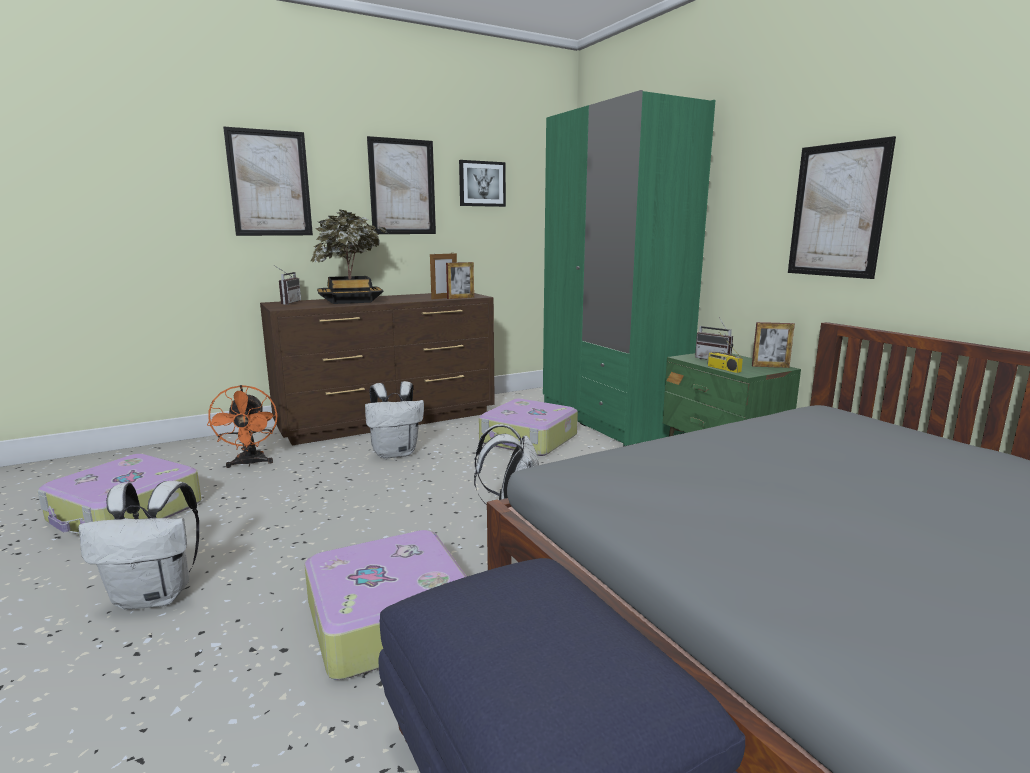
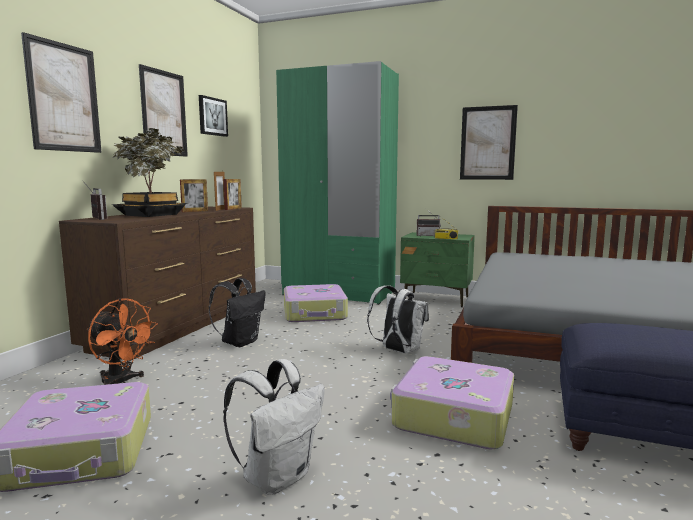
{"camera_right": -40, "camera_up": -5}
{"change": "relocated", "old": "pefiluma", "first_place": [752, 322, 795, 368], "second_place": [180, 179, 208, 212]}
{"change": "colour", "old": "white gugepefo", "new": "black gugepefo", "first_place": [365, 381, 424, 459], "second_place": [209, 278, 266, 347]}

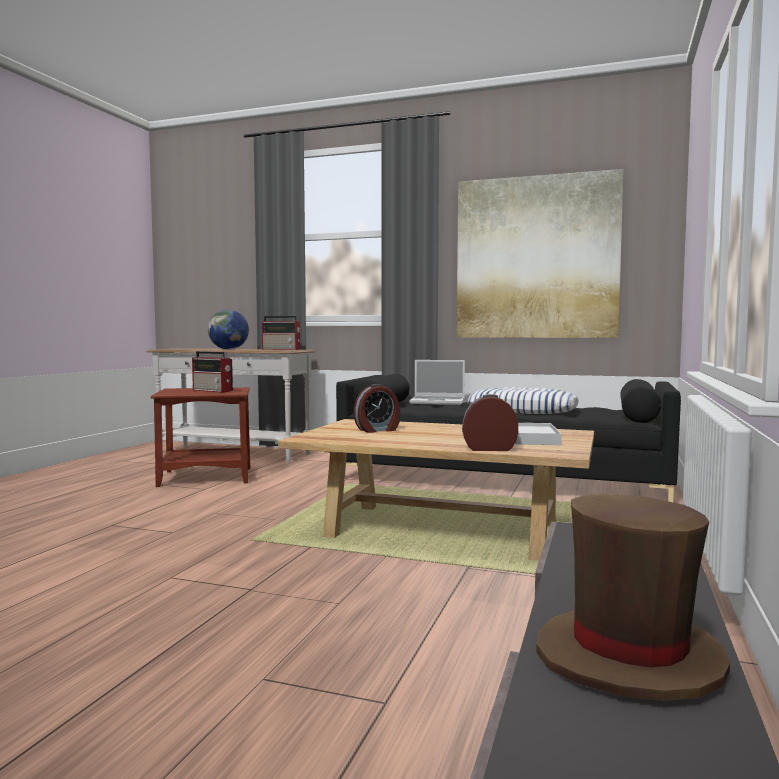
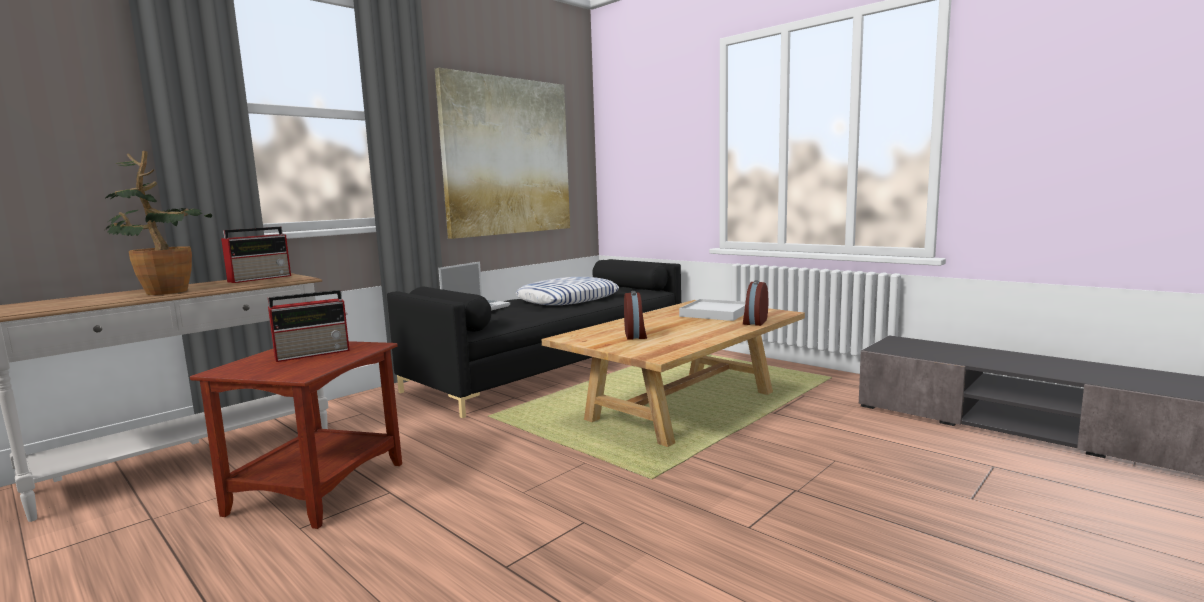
{"camera_right": -65, "camera_up": 5}
{"change": "exchanged", "old": "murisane", "new": "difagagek", "first_place": [208, 310, 249, 349], "second_place": [105, 151, 212, 295]}
{"change": "missing", "old": "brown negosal", "first_place": [536, 494, 730, 701]}

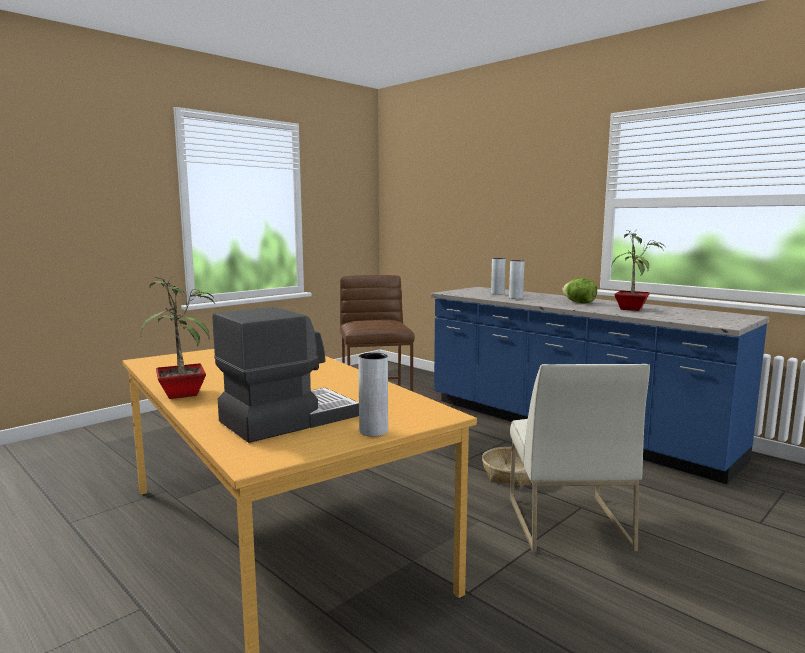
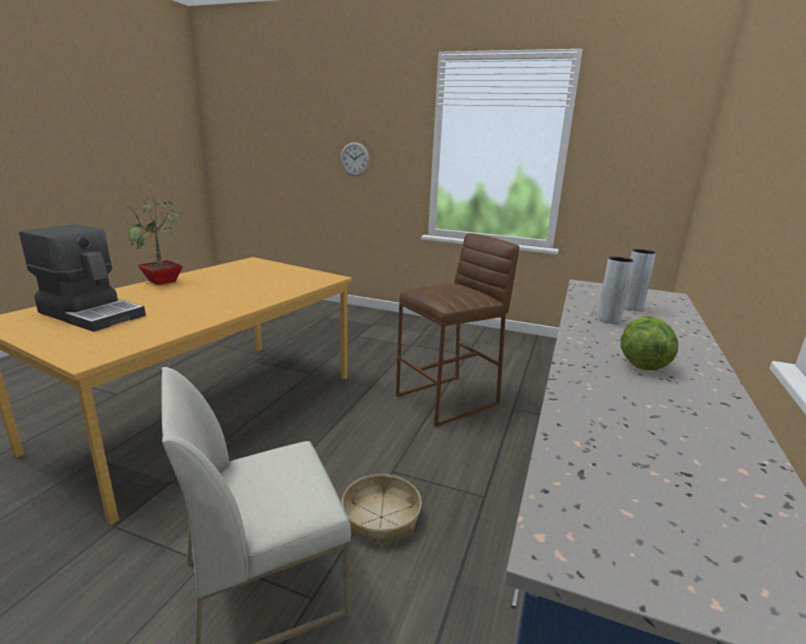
{"camera_right": 65, "camera_up": 10}
{"change": "missing", "old": "difagagek", "first_place": [611, 230, 666, 311]}
{"change": "missing", "old": "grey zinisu", "first_place": [358, 353, 388, 436]}
{"change": "appeared", "new": "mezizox", "second_place": [340, 142, 370, 176]}

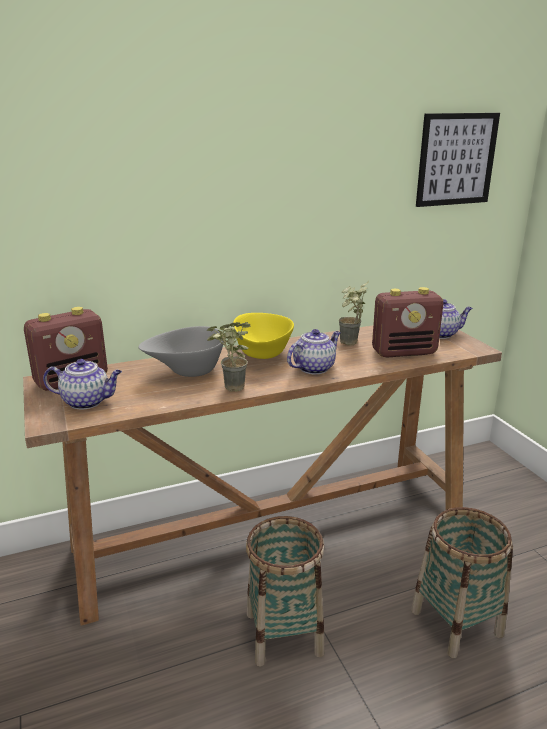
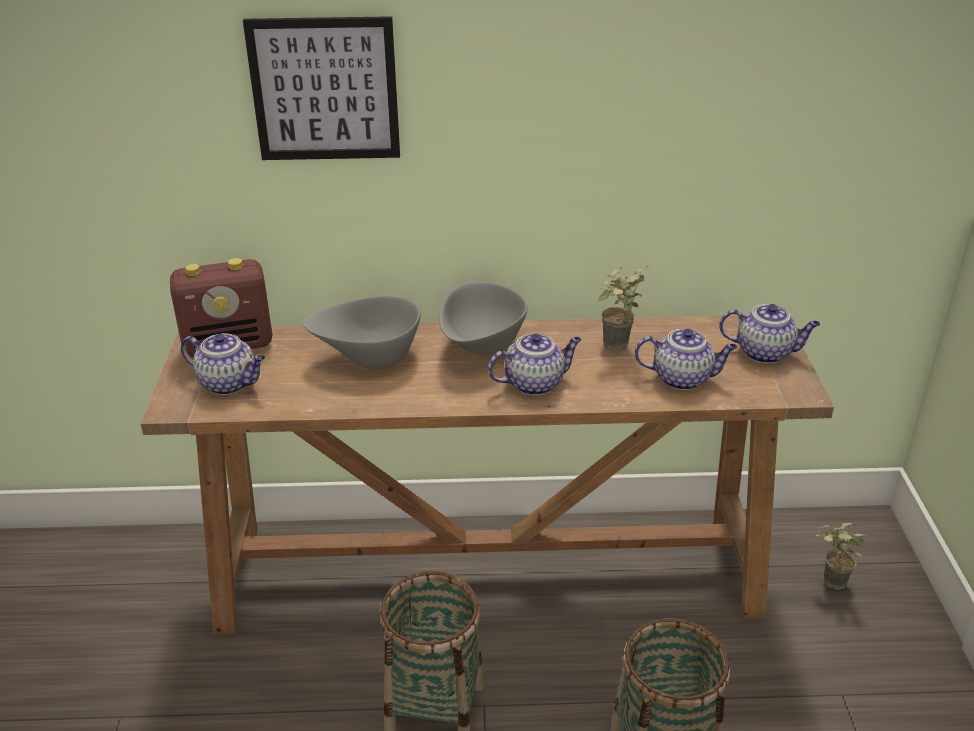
{"camera_right": 20, "camera_up": 10}
{"change": "relocated", "old": "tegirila", "first_place": [416, 113, 500, 207], "second_place": [243, 16, 400, 160]}
{"change": "exchanged", "old": "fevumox", "new": "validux", "first_place": [372, 287, 443, 357], "second_place": [635, 329, 737, 390]}
{"change": "colour", "old": "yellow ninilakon", "new": "grey ninilakon", "first_place": [233, 313, 294, 359], "second_place": [439, 281, 527, 355]}
{"change": "relocated", "old": "difagagek", "first_place": [207, 322, 250, 391], "second_place": [816, 523, 870, 590]}

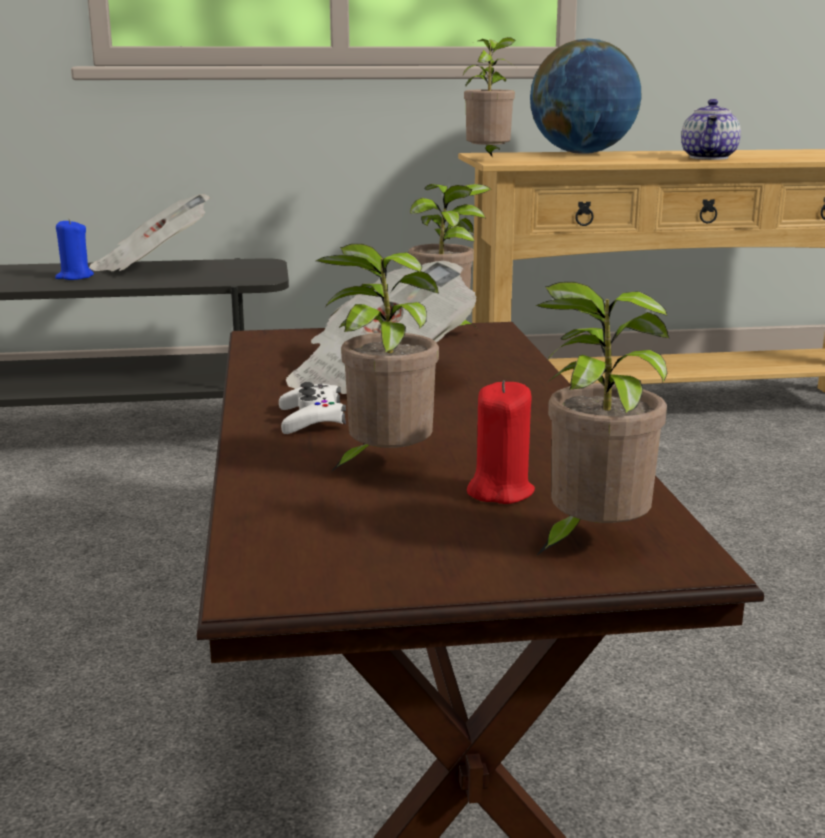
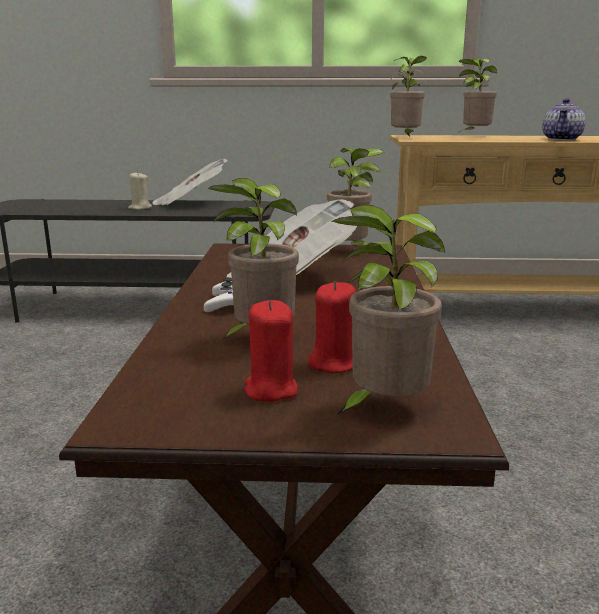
{"camera_right": 10, "camera_up": 0}
{"change": "exchanged", "old": "murisane", "new": "difagagek", "first_place": [530, 38, 641, 154], "second_place": [458, 58, 497, 133]}
{"change": "colour", "old": "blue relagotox", "new": "beige relagotox", "first_place": [55, 219, 94, 280], "second_place": [128, 171, 152, 210]}
{"change": "appeared", "new": "red relagotox", "second_place": [245, 300, 297, 402]}

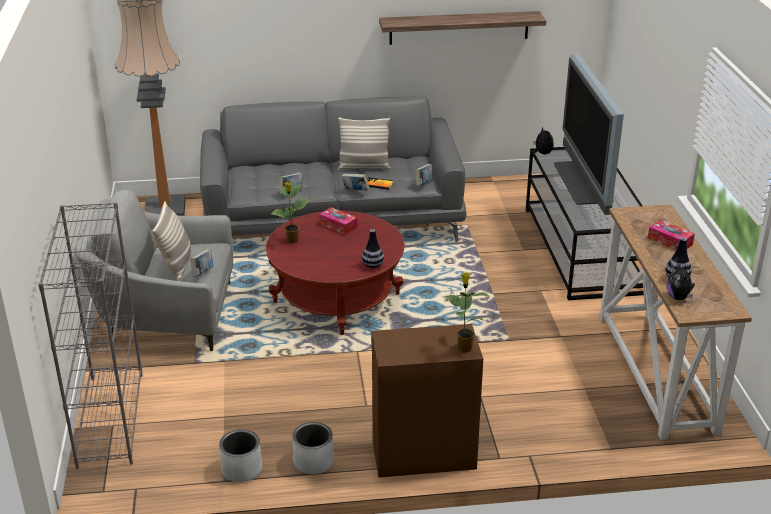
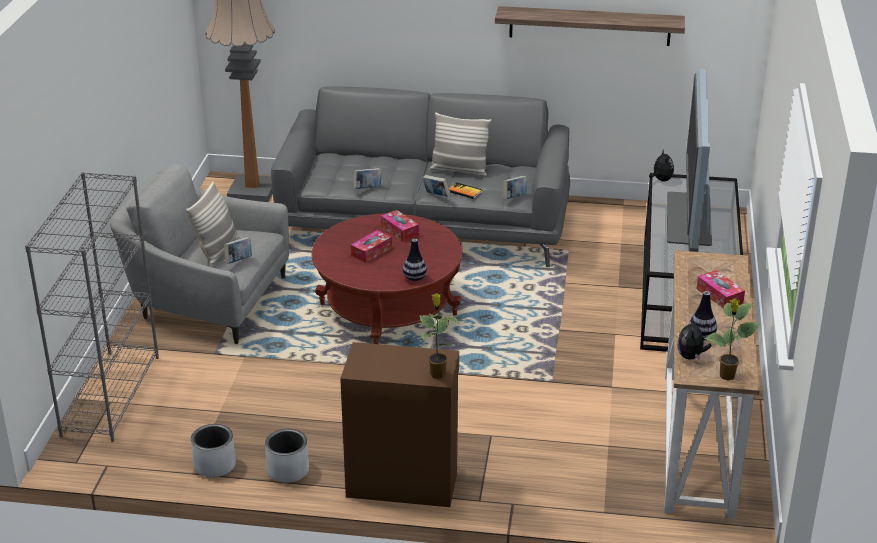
{"camera_right": 15, "camera_up": 0}
{"change": "relocated", "old": "difagagek", "first_place": [271, 182, 309, 243], "second_place": [704, 299, 760, 381]}
{"change": "appeared", "new": "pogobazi", "second_place": [351, 230, 392, 263]}

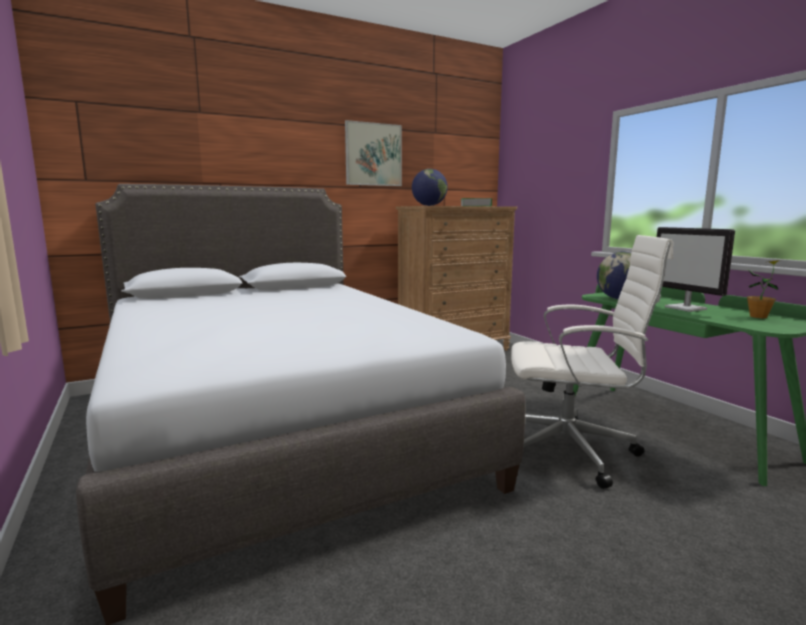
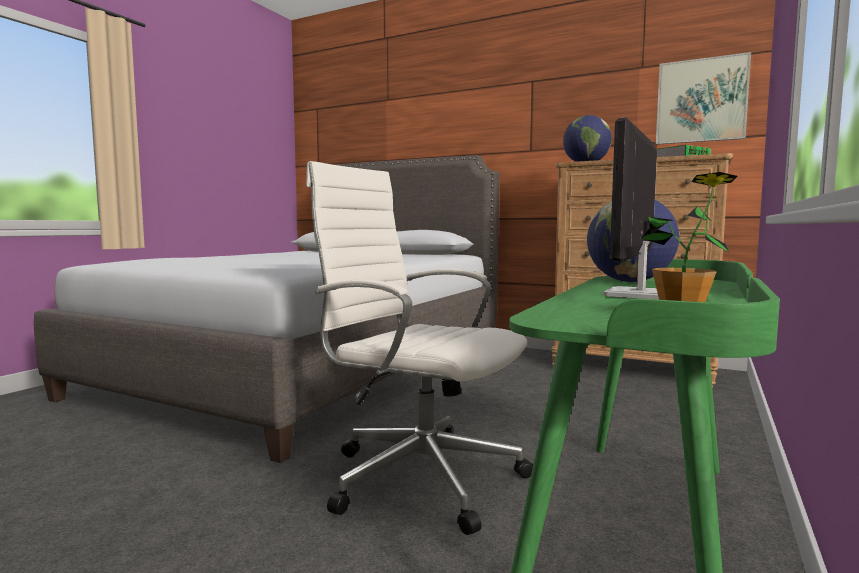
{"camera_right": 55, "camera_up": -5}
{"change": "relocated", "old": "tegirila", "first_place": [345, 120, 402, 186], "second_place": [656, 52, 751, 145]}
{"change": "spun", "old": "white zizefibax", "first_place": [511, 235, 673, 489], "second_place": [306, 161, 533, 535], "degrees": 150}

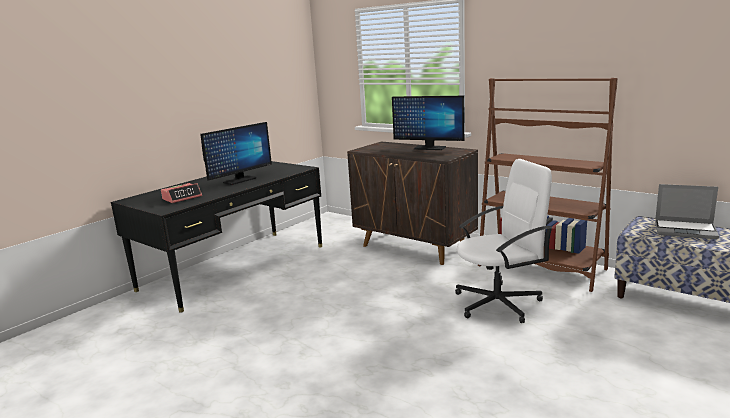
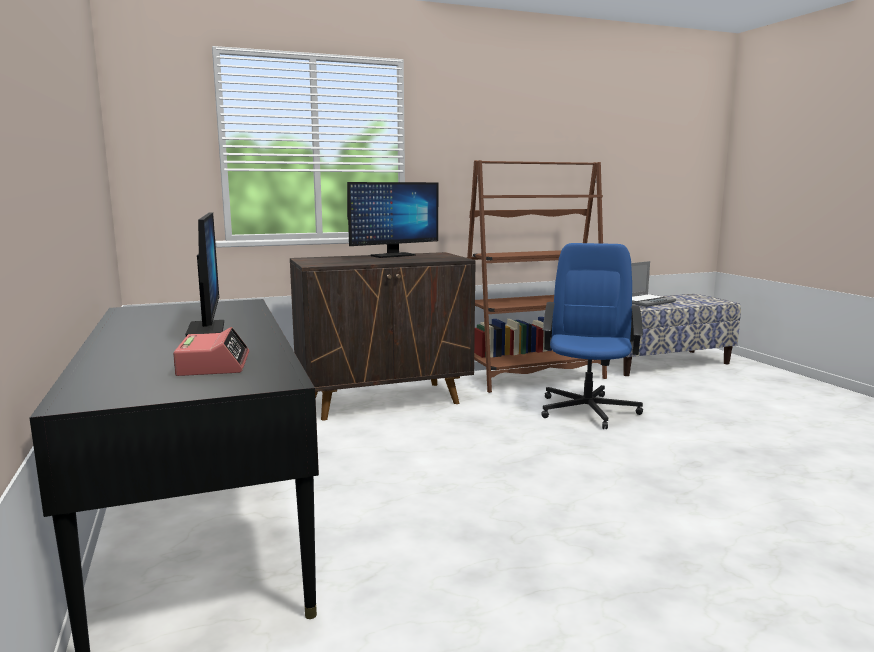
{"camera_right": -60, "camera_up": -5}
{"change": "colour", "old": "white zizefibax", "new": "blue zizefibax", "first_place": [455, 159, 553, 323], "second_place": [541, 243, 643, 429]}

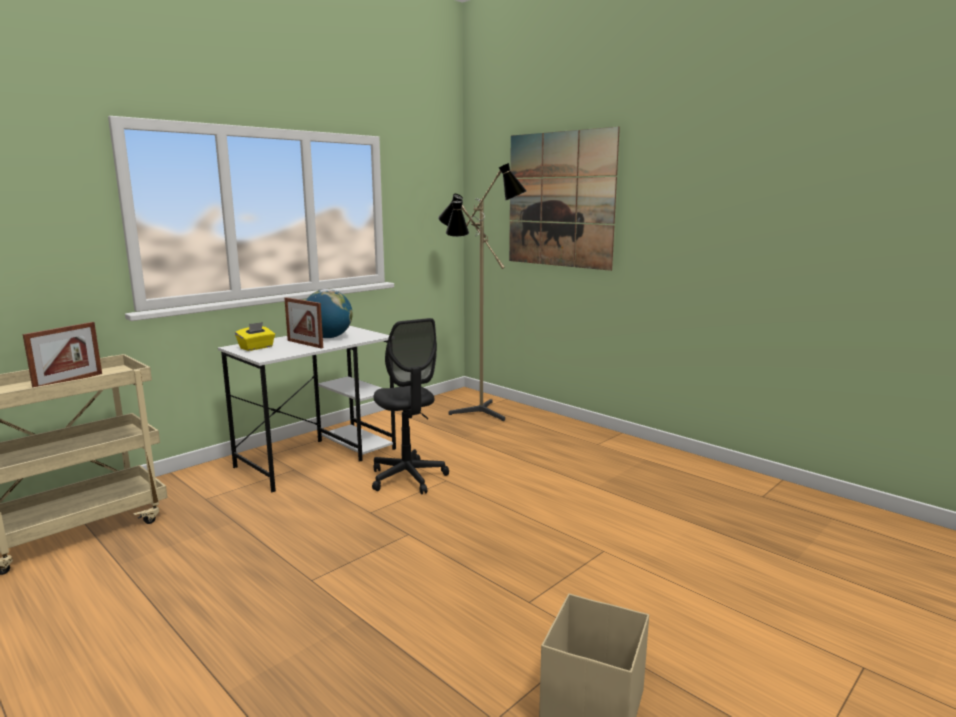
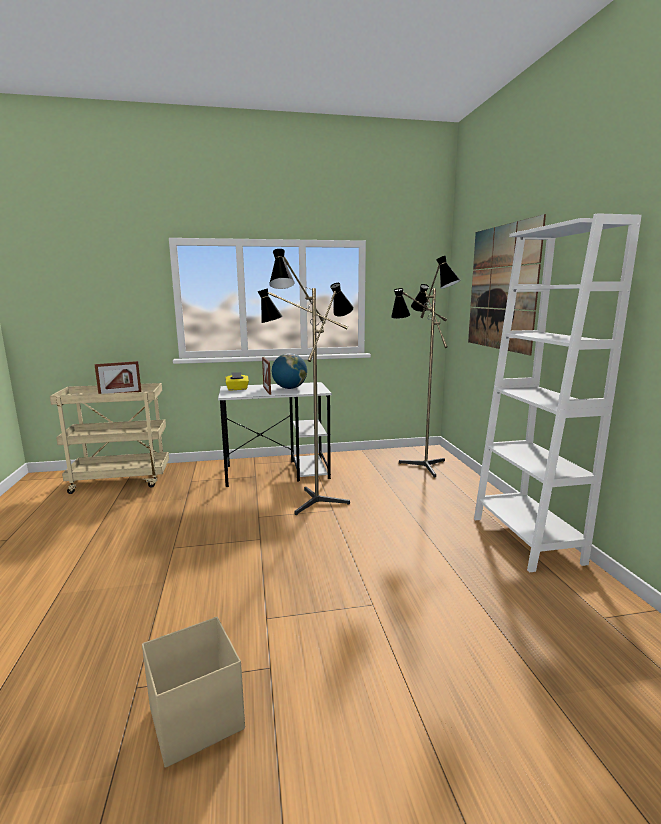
{"camera_right": 35, "camera_up": 0}
{"change": "exchanged", "old": "black zizefibax", "new": "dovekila", "first_place": [372, 318, 449, 494], "second_place": [258, 249, 354, 515]}
{"change": "appeared", "new": "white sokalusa", "second_place": [474, 214, 642, 573]}

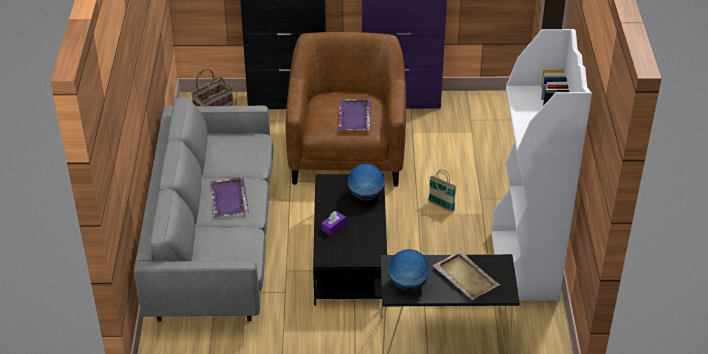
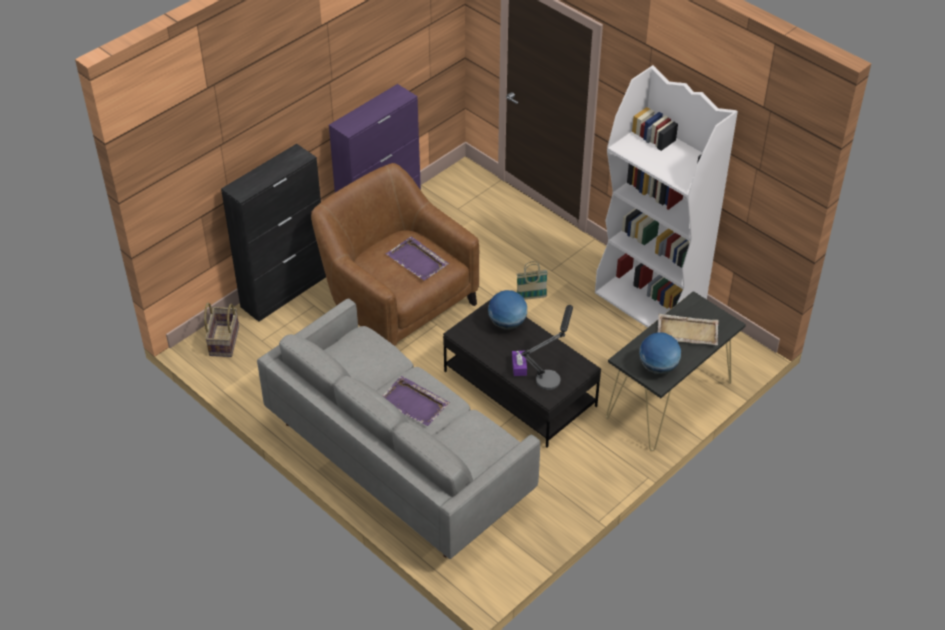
{"camera_right": -45, "camera_up": 5}
{"change": "appeared", "new": "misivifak", "second_place": [521, 305, 573, 390]}

